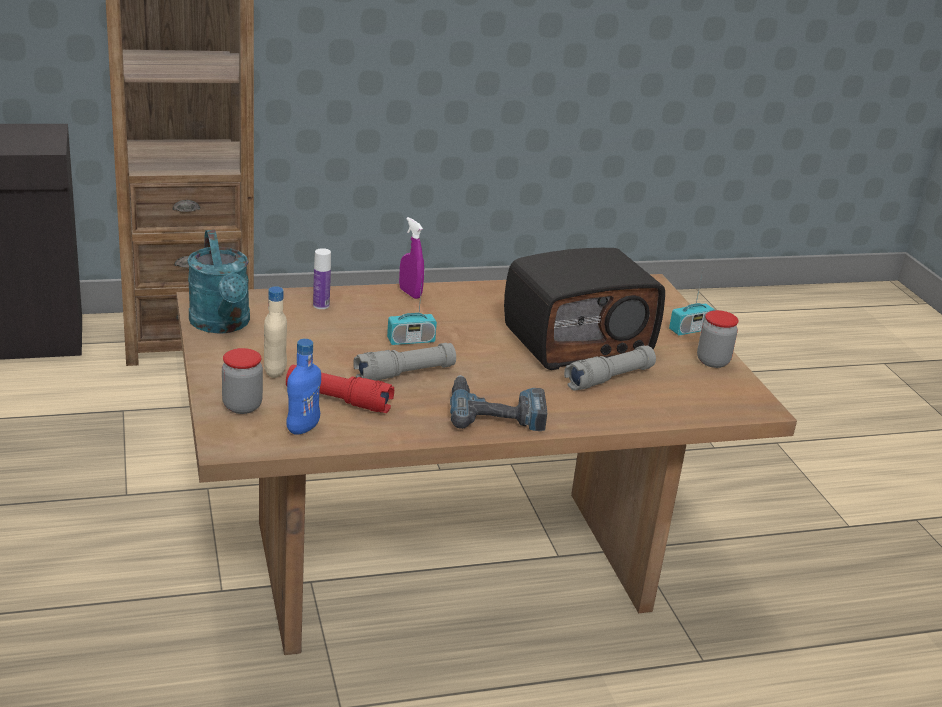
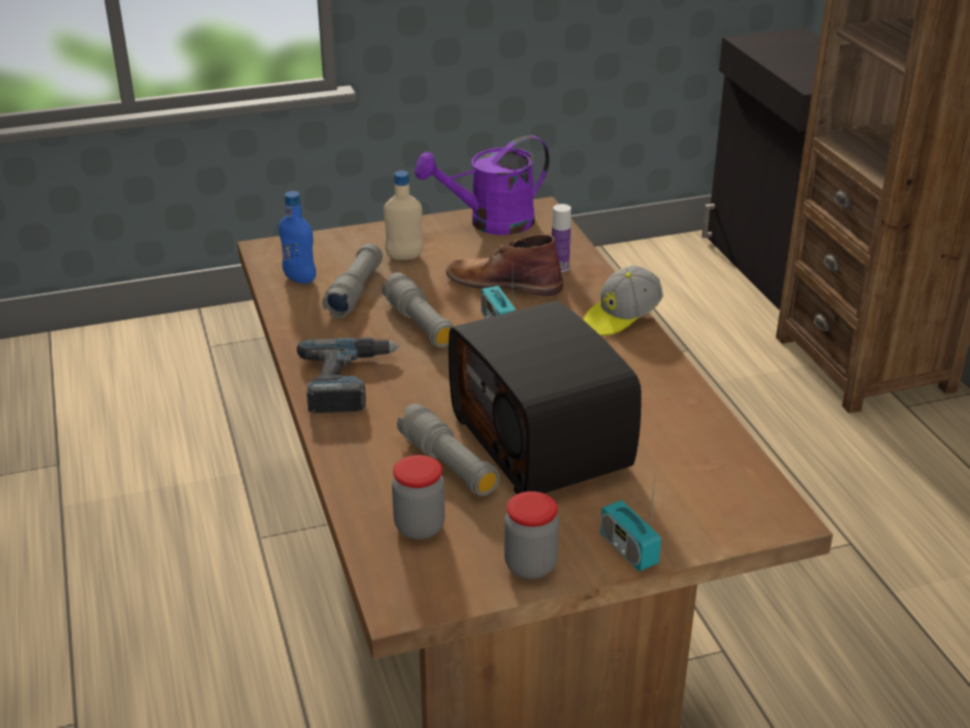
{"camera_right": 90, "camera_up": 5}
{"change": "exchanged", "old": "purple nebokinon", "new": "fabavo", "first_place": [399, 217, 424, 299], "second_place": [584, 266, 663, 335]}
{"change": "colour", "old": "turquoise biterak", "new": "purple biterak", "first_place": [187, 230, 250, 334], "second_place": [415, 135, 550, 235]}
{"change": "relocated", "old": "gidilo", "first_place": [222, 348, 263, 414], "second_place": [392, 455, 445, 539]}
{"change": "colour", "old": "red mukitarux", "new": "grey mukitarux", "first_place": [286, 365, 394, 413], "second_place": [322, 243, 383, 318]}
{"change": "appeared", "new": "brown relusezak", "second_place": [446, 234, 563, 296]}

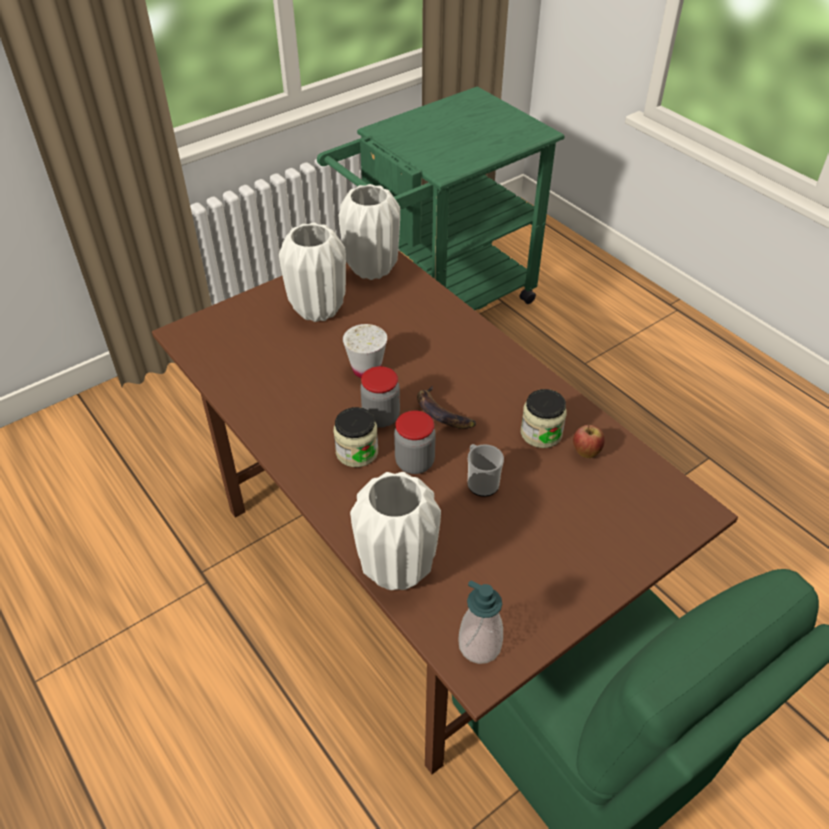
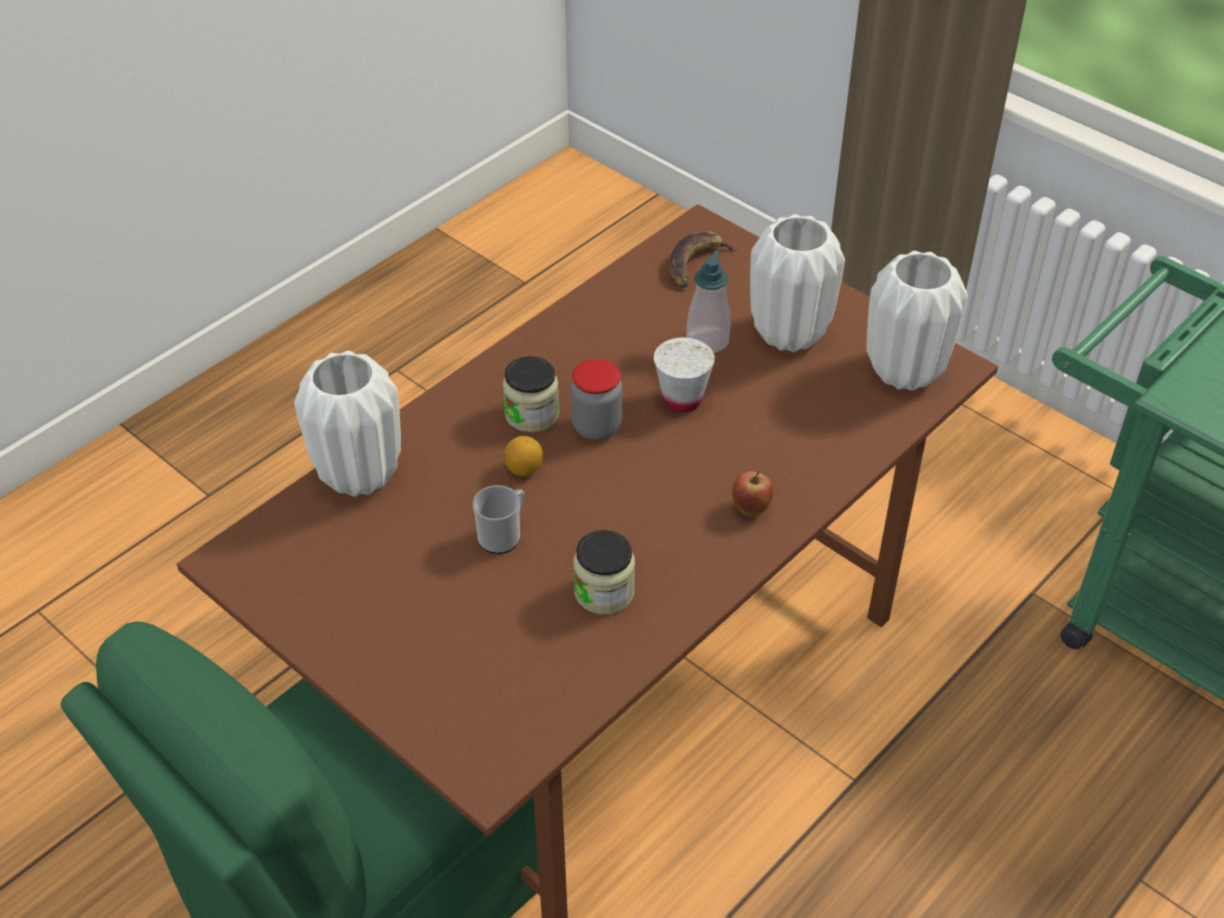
{"camera_right": 80, "camera_up": 0}
{"change": "relocated", "old": "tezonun", "first_place": [417, 386, 476, 429], "second_place": [670, 231, 739, 288]}
{"change": "exchanged", "old": "gidilo", "new": "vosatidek", "first_place": [394, 410, 436, 474], "second_place": [504, 436, 543, 476]}
{"change": "relocated", "old": "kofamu", "first_place": [573, 424, 605, 458], "second_place": [732, 471, 773, 516]}
{"change": "relocated", "old": "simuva", "first_place": [458, 580, 503, 664], "second_place": [686, 250, 730, 353]}

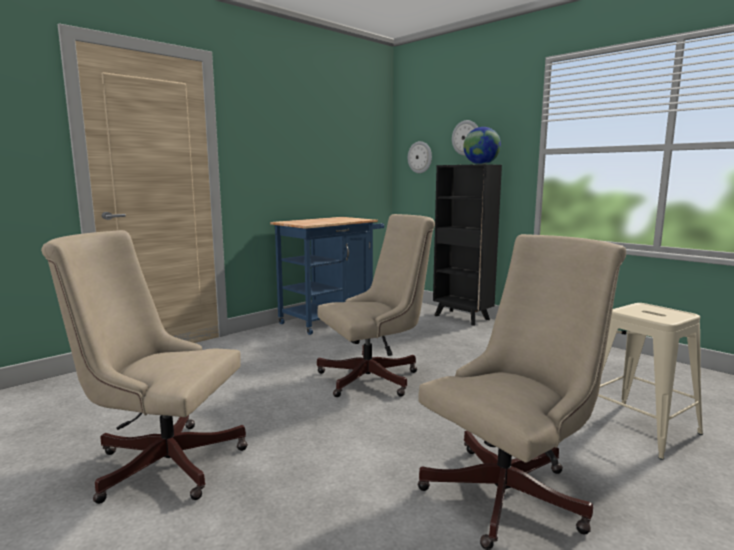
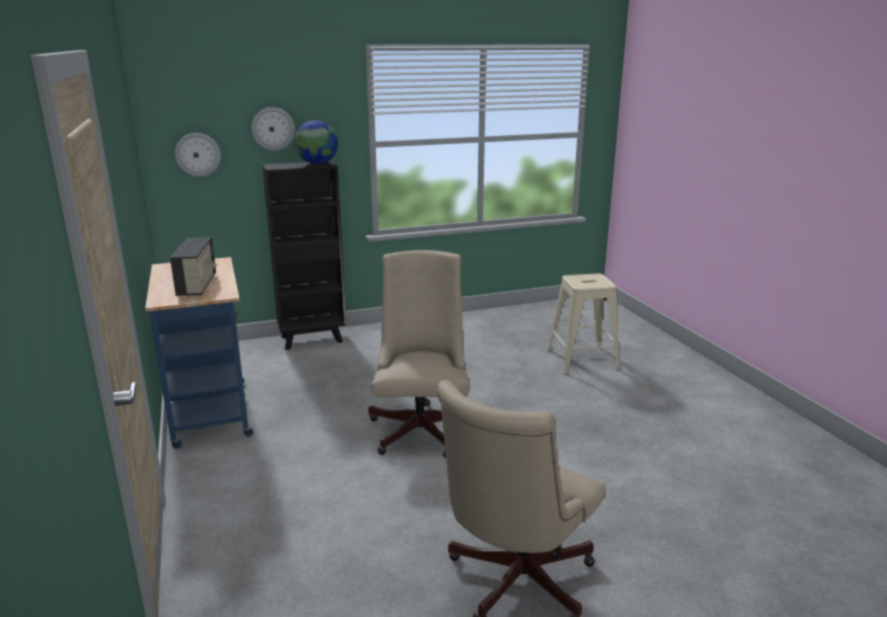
{"camera_right": -65, "camera_up": 10}
{"change": "missing", "old": "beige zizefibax", "first_place": [418, 234, 626, 550]}
{"change": "appeared", "new": "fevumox", "second_place": [170, 237, 217, 296]}

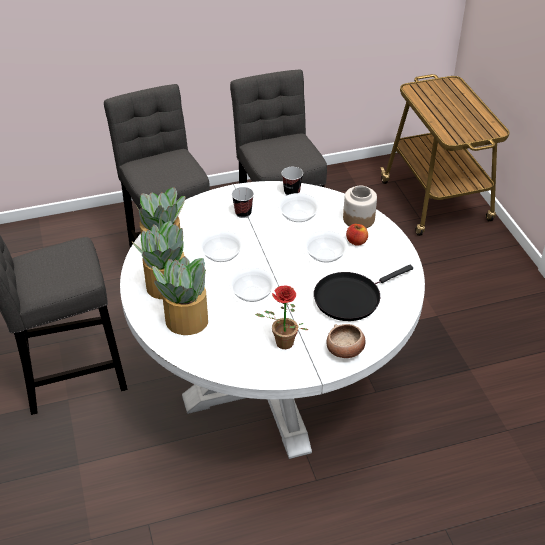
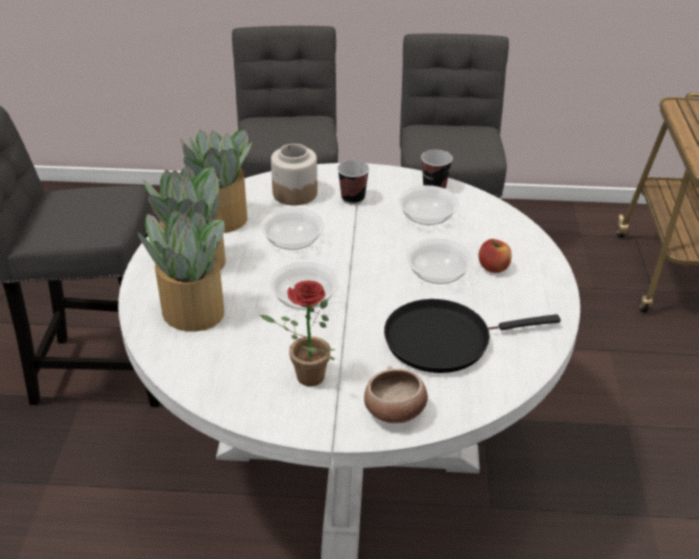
{"camera_right": 20, "camera_up": -5}
{"change": "relocated", "old": "gidilo", "first_place": [343, 186, 377, 228], "second_place": [271, 144, 318, 206]}

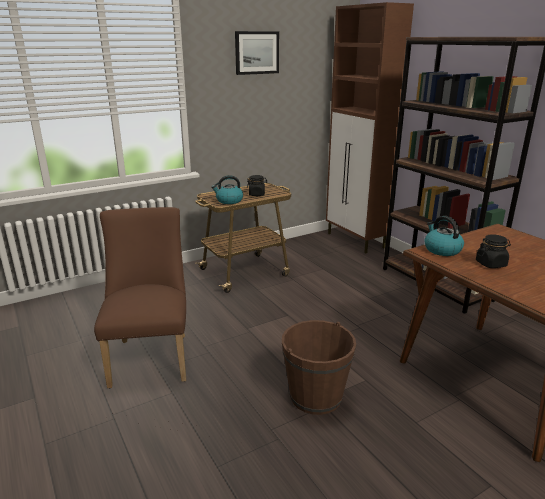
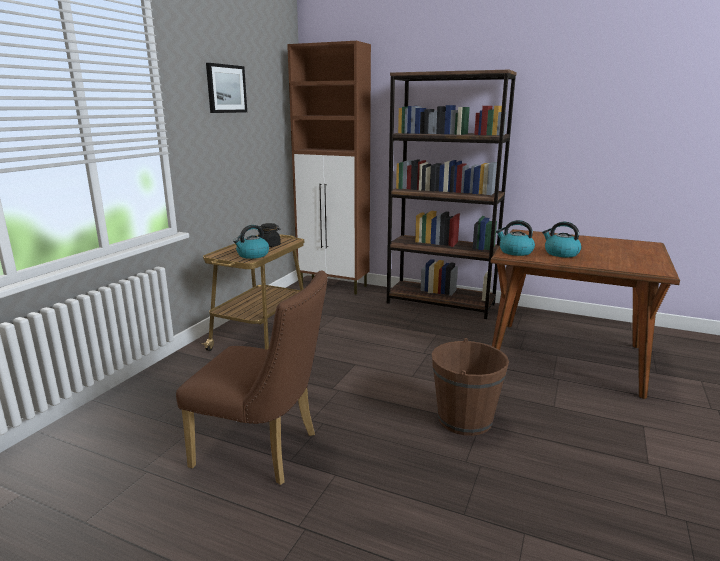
{"camera_right": -35, "camera_up": -5}
{"change": "spun", "old": "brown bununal", "first_place": [94, 207, 186, 388], "second_place": [176, 270, 328, 485], "degrees": 150}
{"change": "exchanged", "old": "black gidilo", "new": "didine", "first_place": [476, 234, 511, 268], "second_place": [542, 222, 581, 257]}

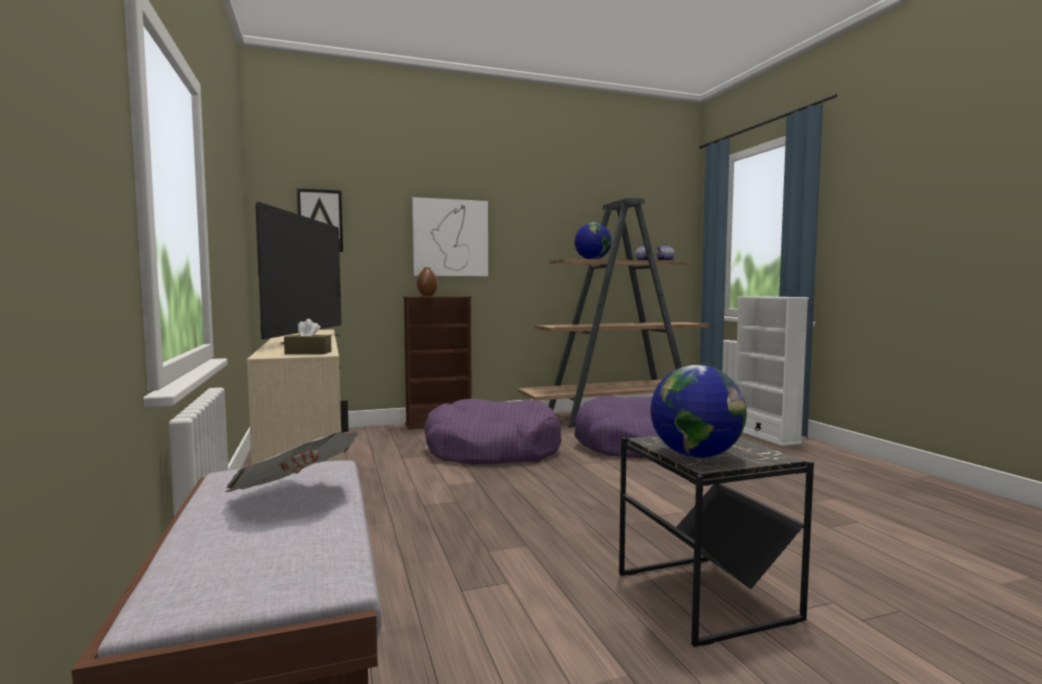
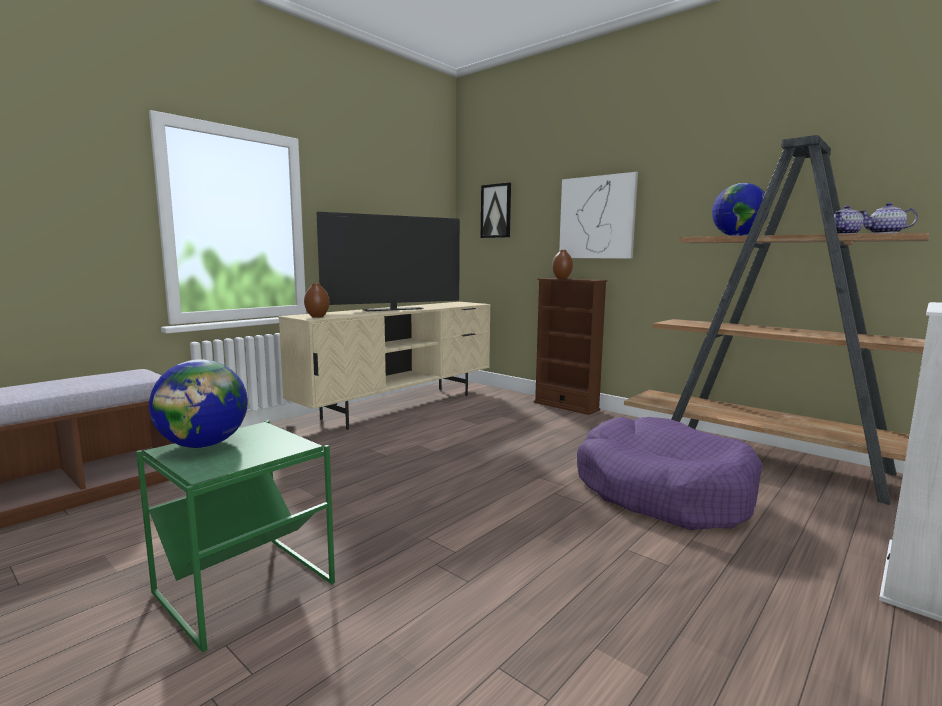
{"camera_right": 60, "camera_up": 5}
{"change": "exchanged", "old": "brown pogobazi", "new": "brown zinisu", "first_place": [284, 319, 331, 354], "second_place": [304, 283, 330, 318]}
{"change": "missing", "old": "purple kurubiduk", "first_place": [424, 398, 561, 465]}
{"change": "missing", "old": "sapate", "first_place": [225, 432, 359, 492]}
{"change": "colour", "old": "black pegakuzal", "new": "green pegakuzal", "first_place": [619, 436, 814, 647], "second_place": [136, 420, 335, 653]}

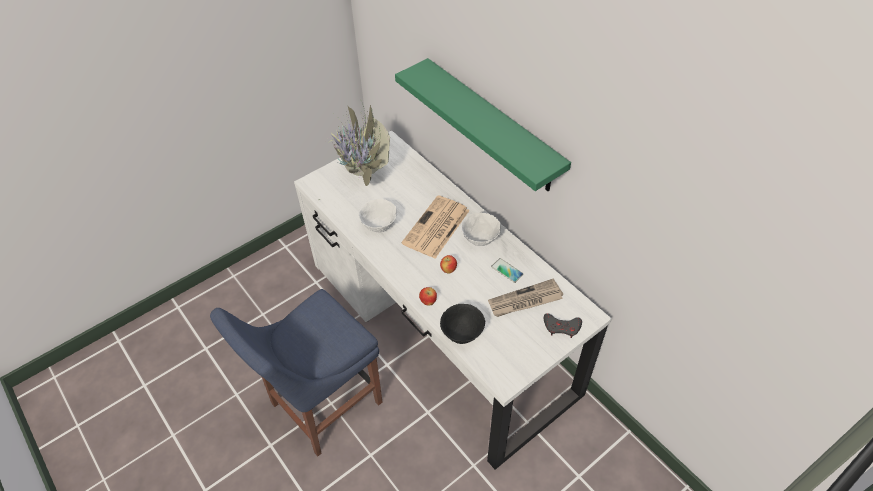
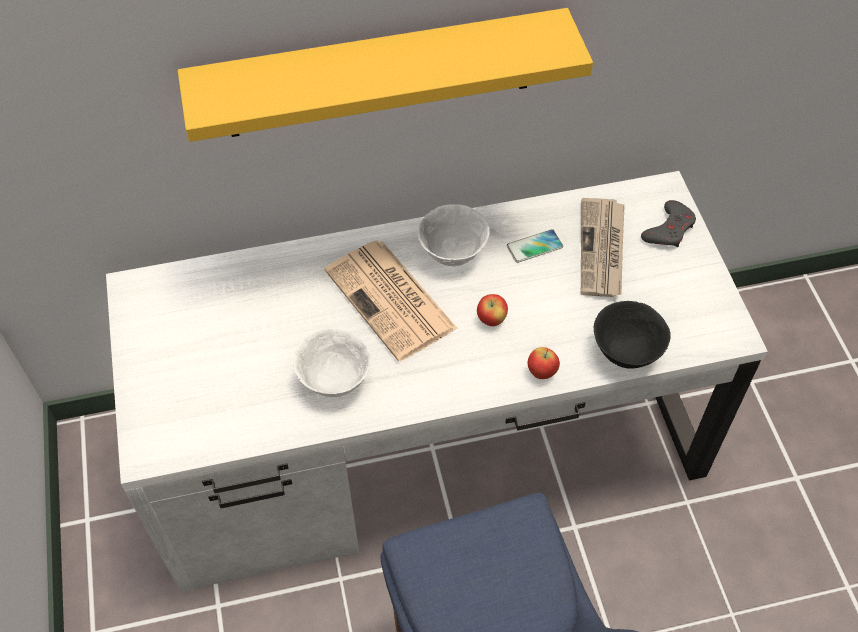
{"camera_right": -65, "camera_up": 5}
{"change": "colour", "old": "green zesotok", "new": "yellow zesotok", "first_place": [395, 58, 571, 192], "second_place": [178, 8, 593, 142]}
{"change": "missing", "old": "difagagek", "first_place": [318, 103, 390, 201]}

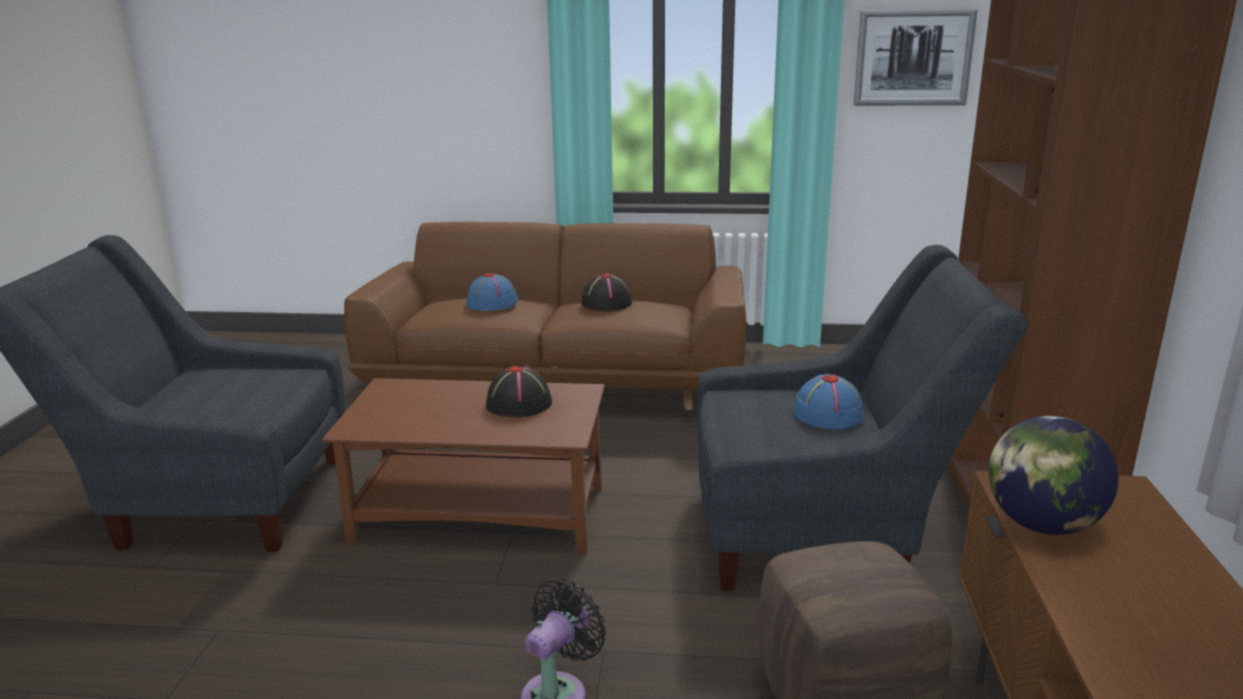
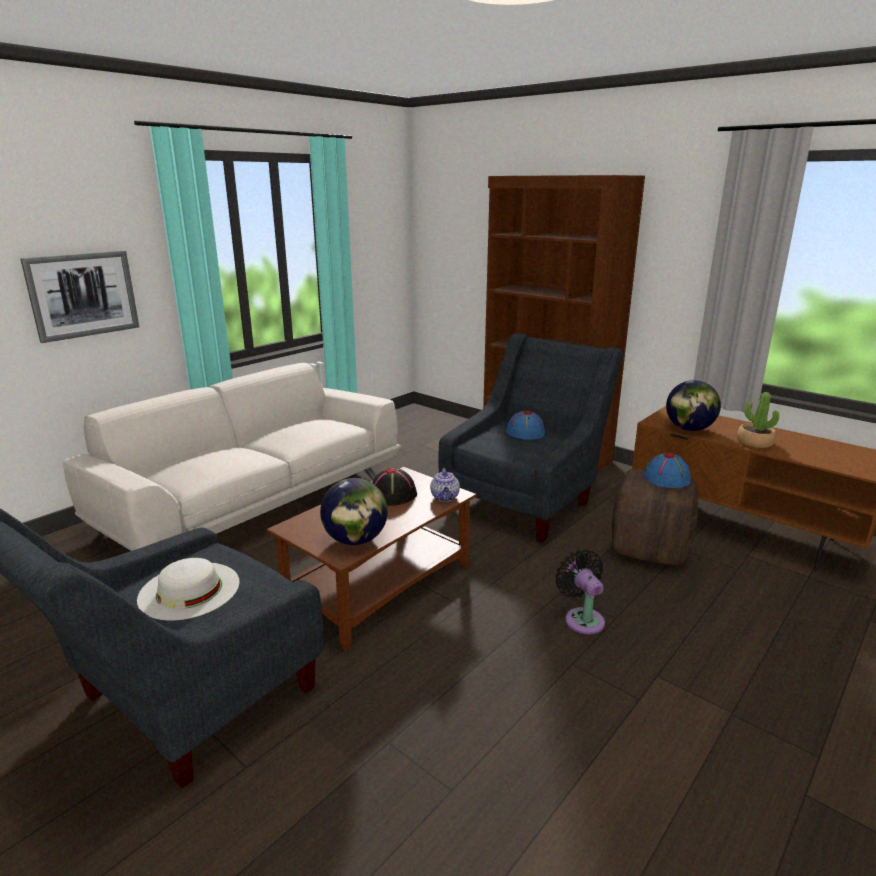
{"camera_right": -55, "camera_up": 0}
{"change": "relocated", "old": "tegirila", "first_place": [854, 9, 978, 106], "second_place": [21, 251, 139, 343]}
{"change": "colour", "old": "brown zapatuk", "new": "white zapatuk", "first_place": [344, 222, 746, 410], "second_place": [63, 363, 401, 551]}
{"change": "relocated", "old": "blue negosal", "first_place": [467, 273, 518, 311], "second_place": [644, 453, 690, 488]}
{"change": "missing", "old": "black negosal", "first_place": [581, 273, 632, 311]}
{"change": "appeared", "new": "difagagek", "second_place": [737, 392, 779, 448]}
{"change": "appeared", "new": "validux", "second_place": [430, 468, 460, 501]}
{"change": "appeared", "new": "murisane", "second_place": [320, 478, 388, 545]}
{"change": "appeared", "new": "white negosal", "second_place": [137, 558, 239, 620]}

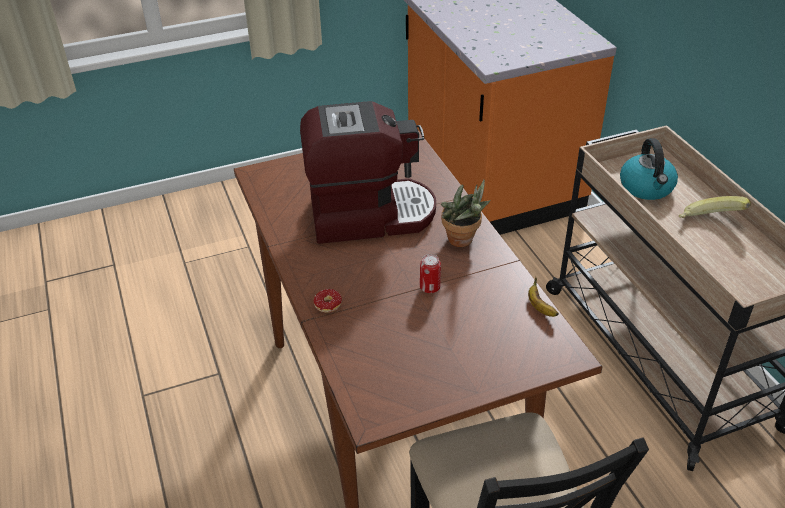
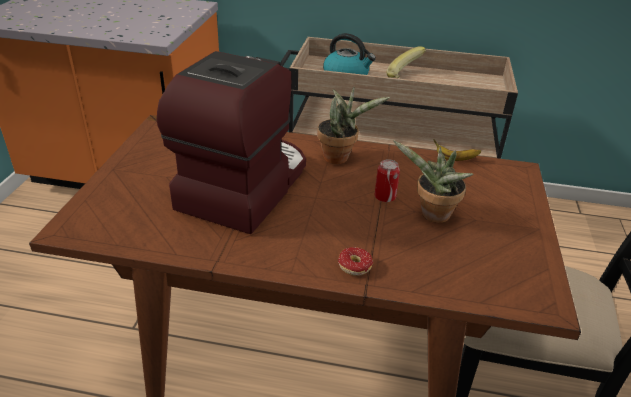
{"camera_right": -60, "camera_up": -5}
{"change": "appeared", "new": "difagagek", "second_place": [393, 140, 474, 223]}

